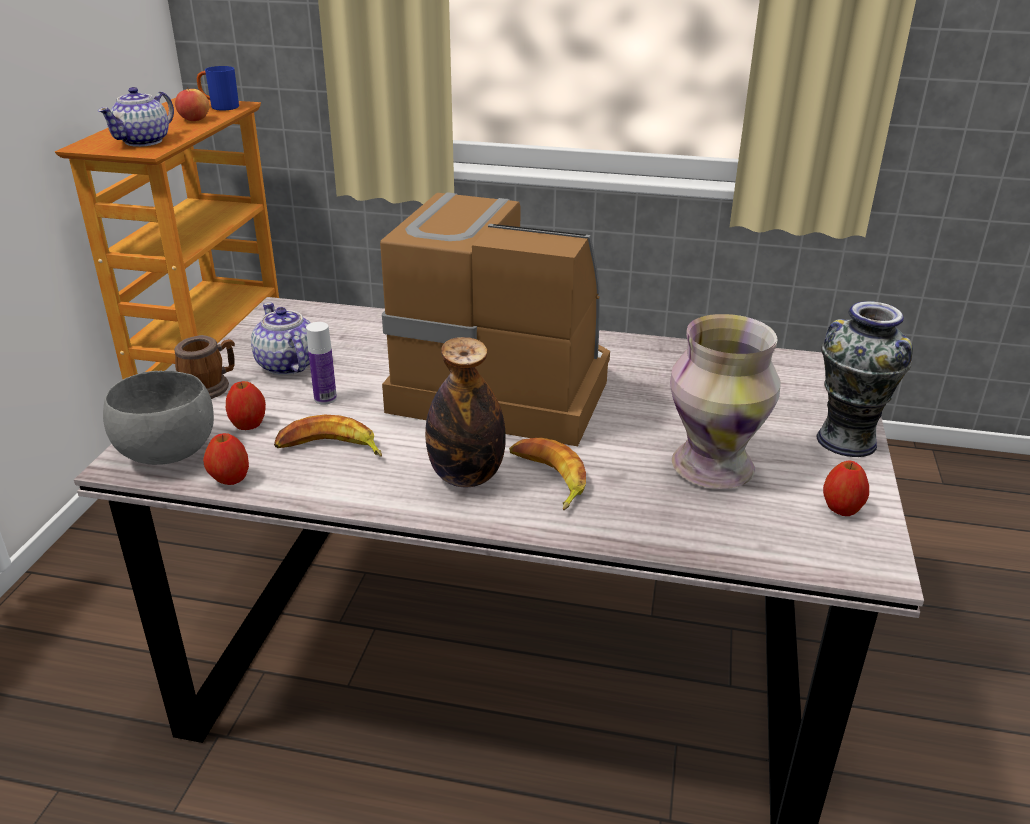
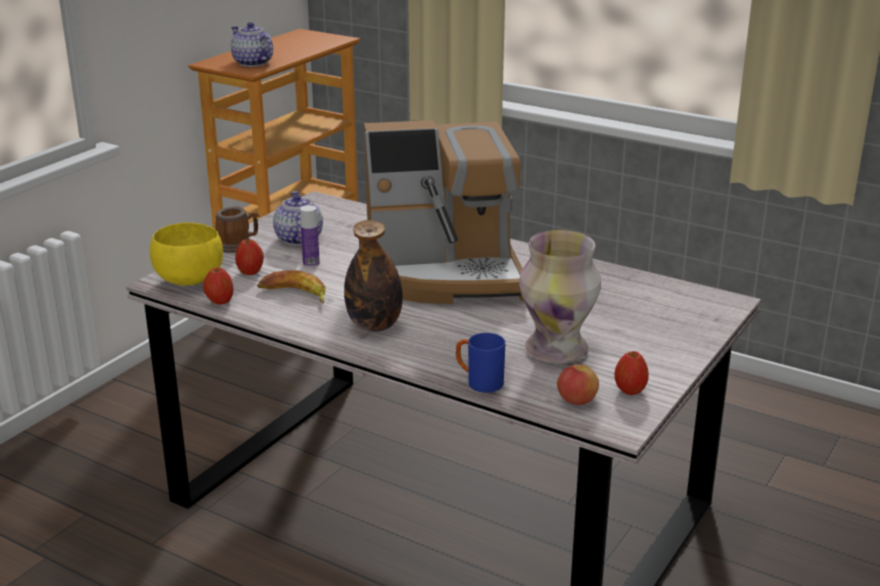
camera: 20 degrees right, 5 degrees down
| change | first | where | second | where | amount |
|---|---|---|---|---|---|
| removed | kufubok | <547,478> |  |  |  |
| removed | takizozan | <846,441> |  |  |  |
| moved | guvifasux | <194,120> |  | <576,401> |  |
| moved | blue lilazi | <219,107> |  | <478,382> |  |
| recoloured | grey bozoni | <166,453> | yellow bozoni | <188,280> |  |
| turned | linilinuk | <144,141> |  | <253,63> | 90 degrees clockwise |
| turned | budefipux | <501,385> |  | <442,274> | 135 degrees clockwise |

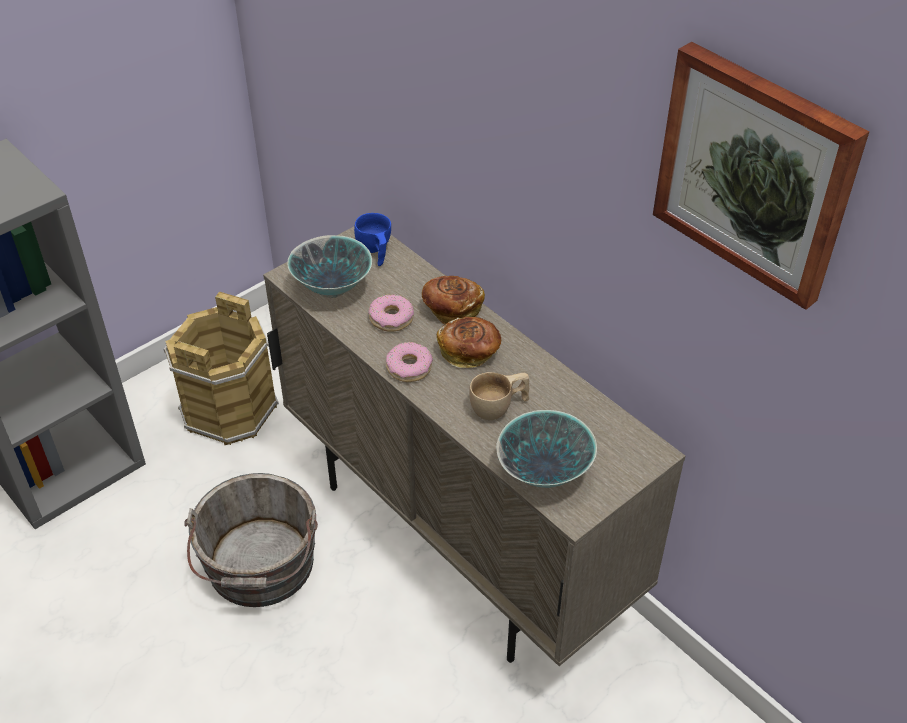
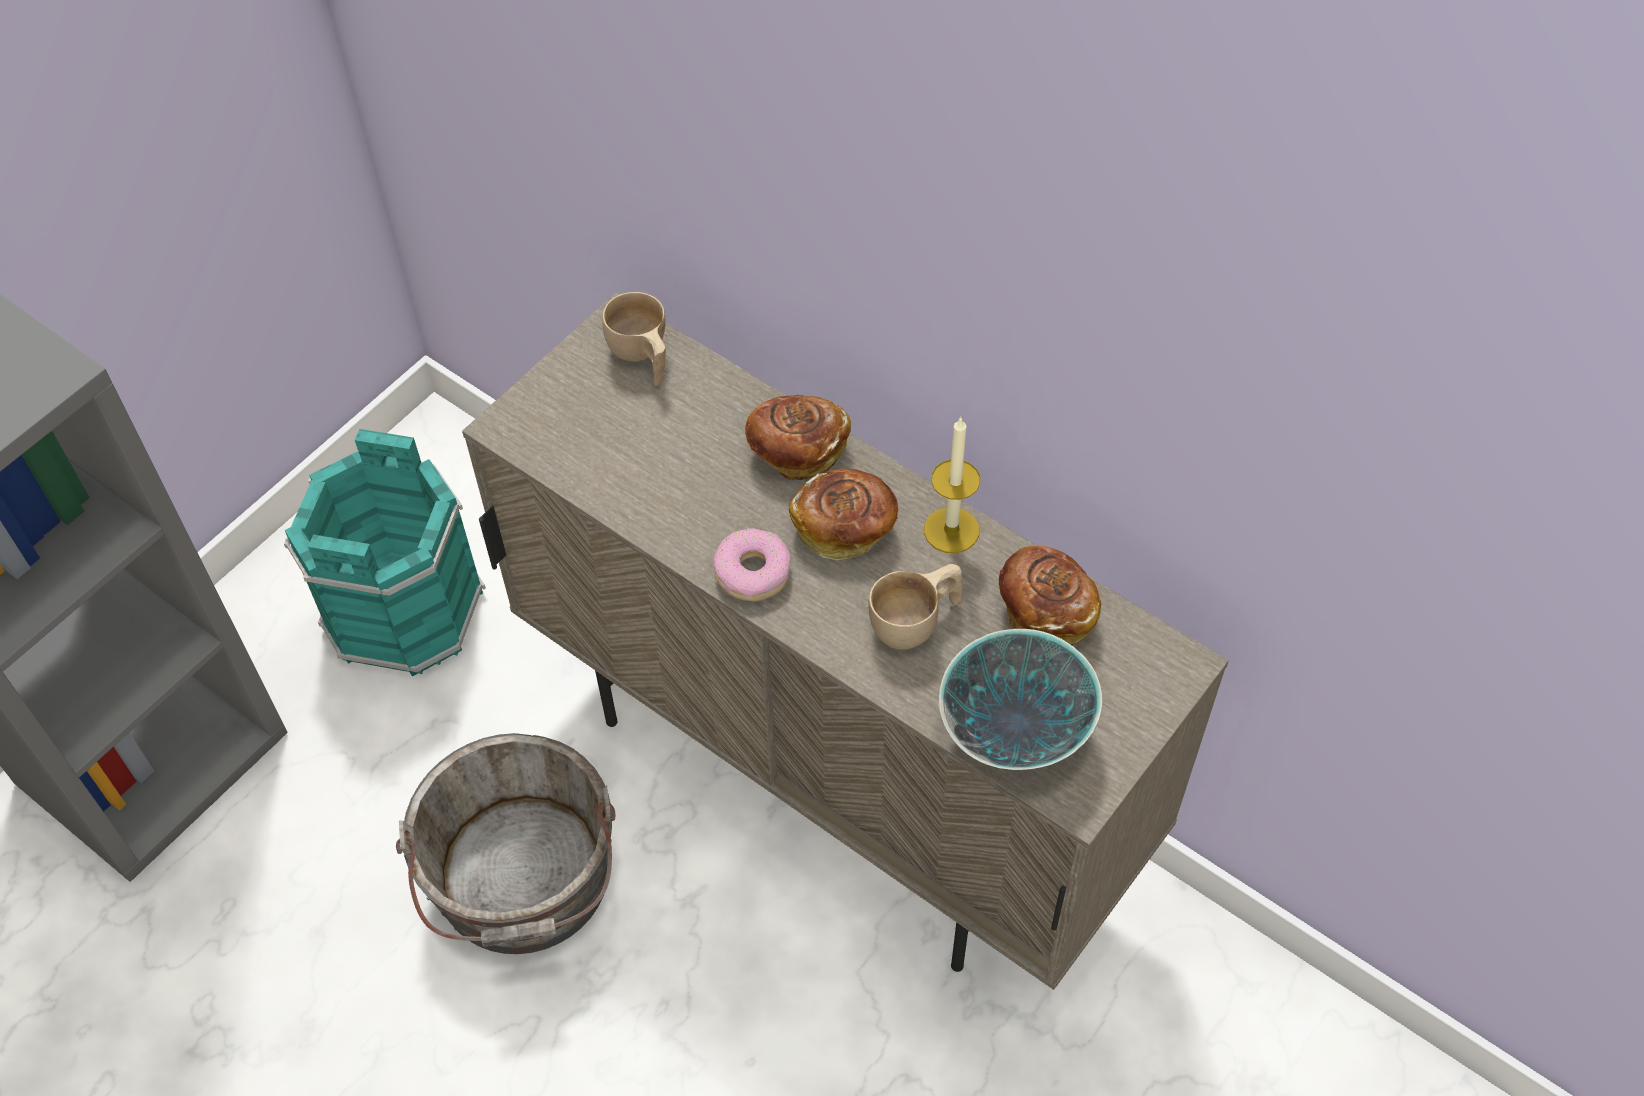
camera: 10 degrees left, 10 degrees up
| change | first | where | second | where | amount |
|---|---|---|---|---|---|
| removed | bozoni | <332,288> |  |  |  |
| removed | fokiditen | <391,318> |  |  |  |
| removed | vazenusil | <755,173> |  |  |  |
| added |  |  | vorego | <951,530> |  |
| added |  |  | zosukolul | <1045,610> |  |
| recoloured | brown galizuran | <228,409> | turquoise galizuran | <402,609> |  |
| recoloured | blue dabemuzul | <375,251> | beige dabemuzul | <642,357> |  |

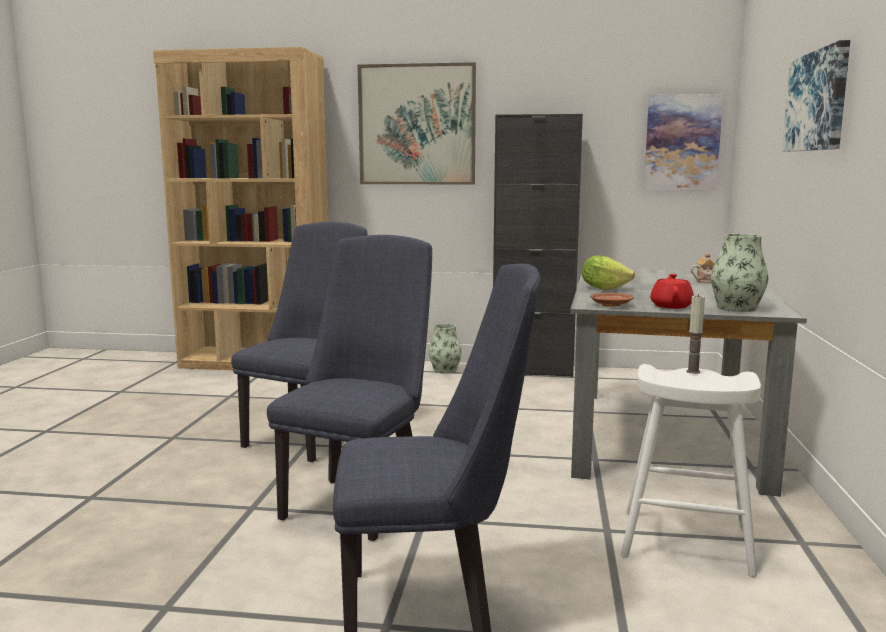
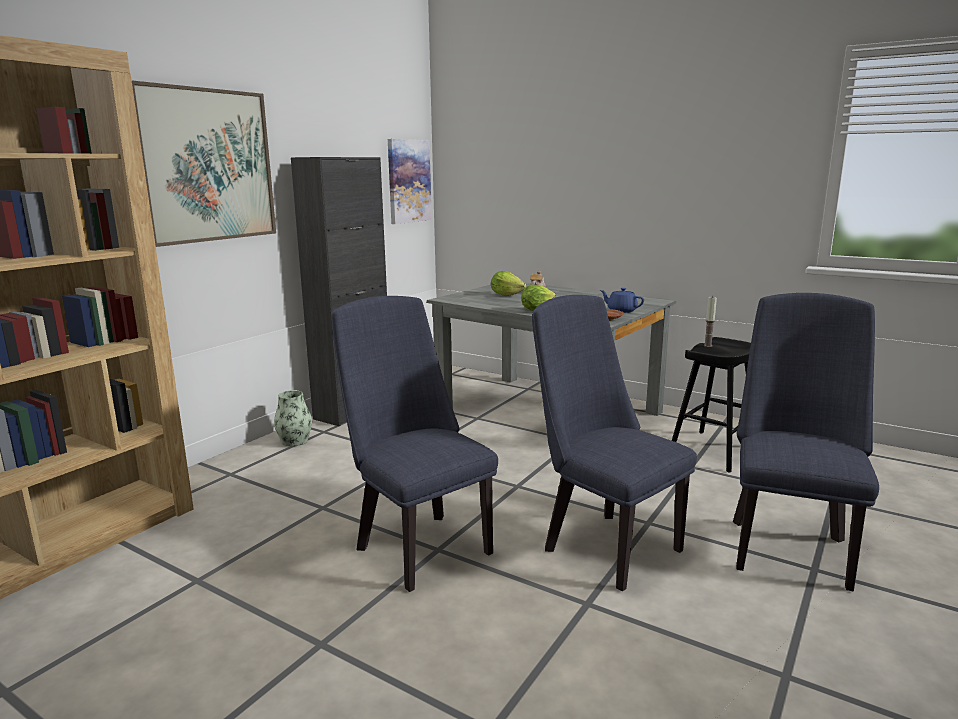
camera: 65 degrees left, 5 degrees up
| change | first | where | second | where | amount |
|---|---|---|---|---|---|
| removed | takizozan | <737,308> |  |  |  |
| removed | vazenusil | <818,101> |  |  |  |
| added |  |  | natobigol | <506,295> |  |
| recoloured | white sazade | <686,542> | black sazade | <714,451> |  |
| recoloured | red linilinuk | <671,306> | blue linilinuk | <621,310> |  |

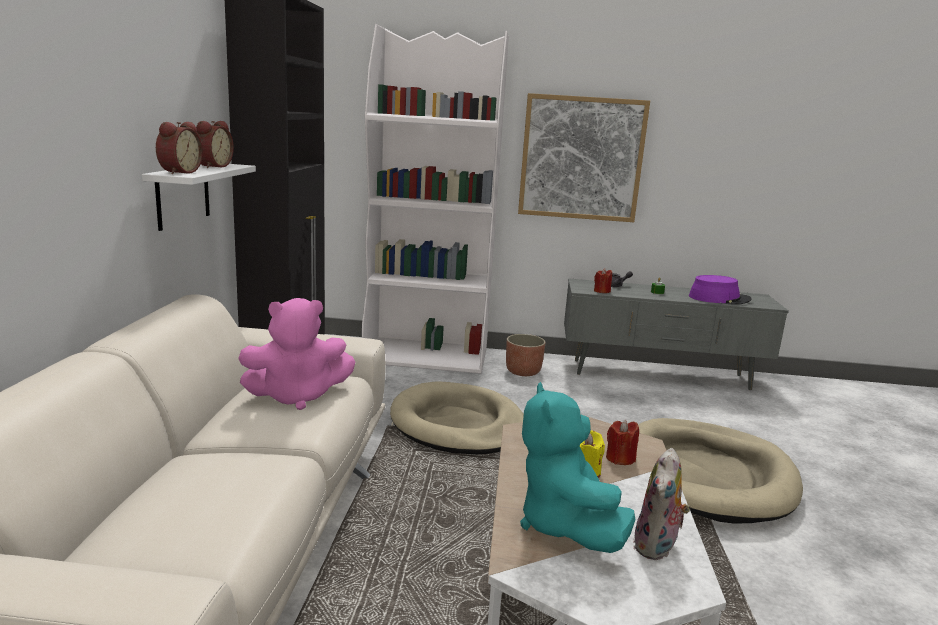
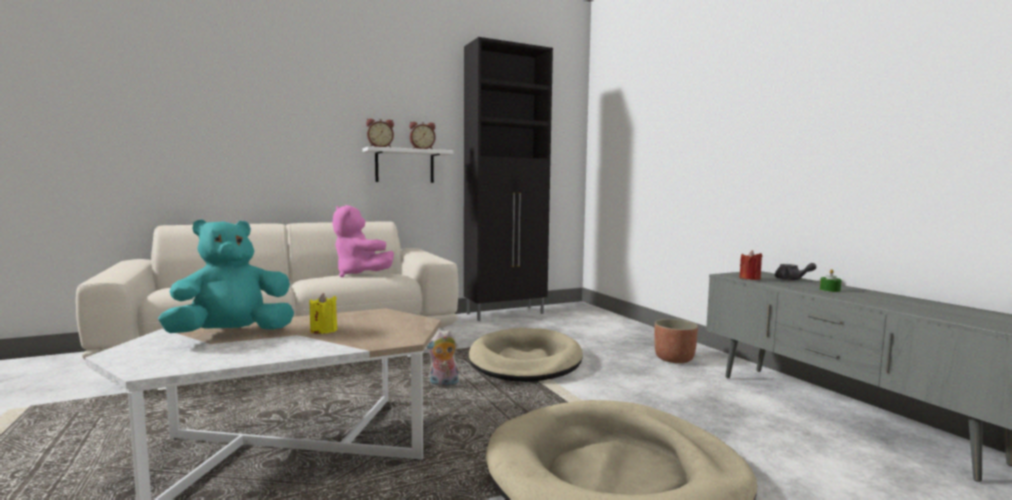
camera: 60 degrees right, 10 degrees down
| change | first | where | second | where | amount |
|---|---|---|---|---|---|
| removed | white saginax | <427,356> |  |  |  |
| removed | vazenusil | <581,158> |  |  |  |
| removed | red vorego | <620,458> |  |  |  |
| removed | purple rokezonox | <719,298> |  |  |  |
| moved | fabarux | <657,547> |  | <443,386> |  |

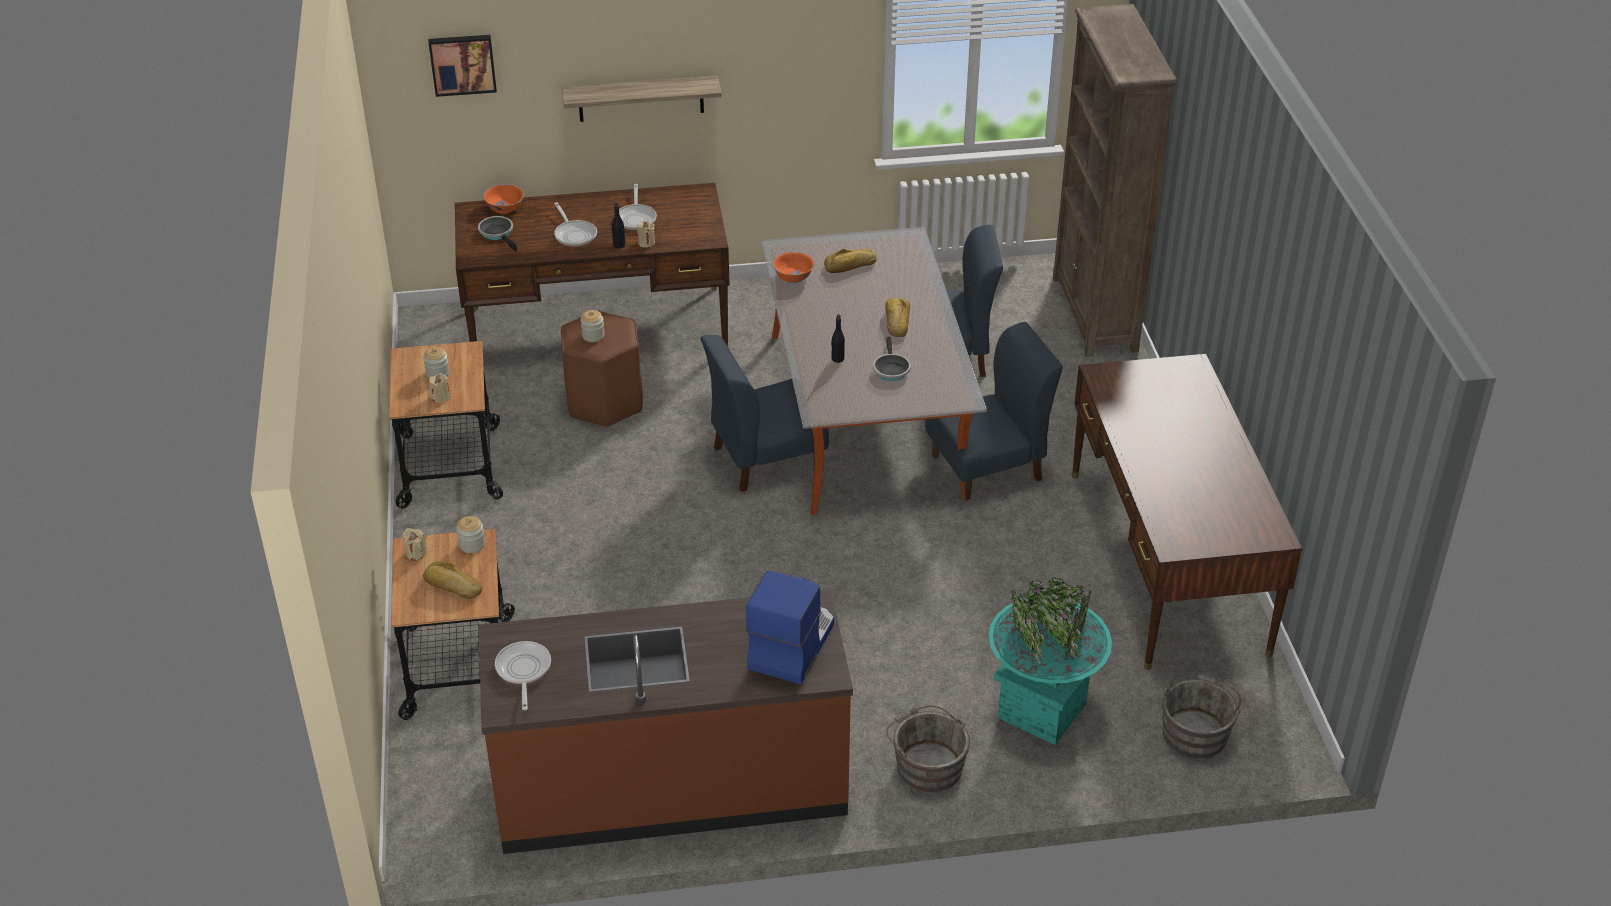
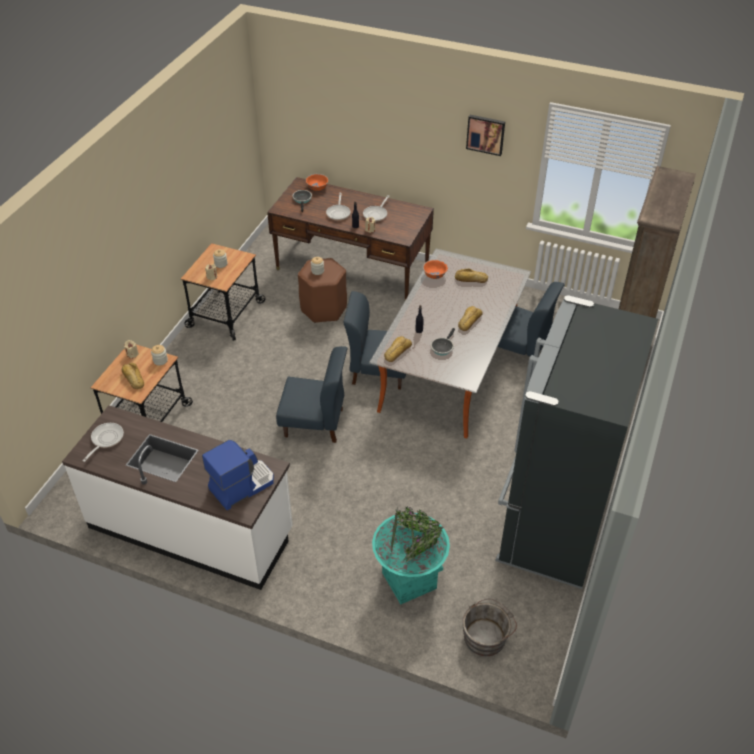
camera: 30 degrees right, 5 degrees up
| change | first | where | second | where | amount |
|---|---|---|---|---|---|
| removed | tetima | <641,98> |  |  |  |
| removed | grey galizuran | <927,764> |  |  |  |
| added |  |  | zosukolul | <397,351> |  |
| moved | vazenusil | <462,64> |  | <486,134> |  |
| moved | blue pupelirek | <988,468> |  | <314,423> |  |
| replaced | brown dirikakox | <1167,560> | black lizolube | <552,523> |  |
| recoloured | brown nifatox | <671,783> | white nifatox | <191,529> |  |

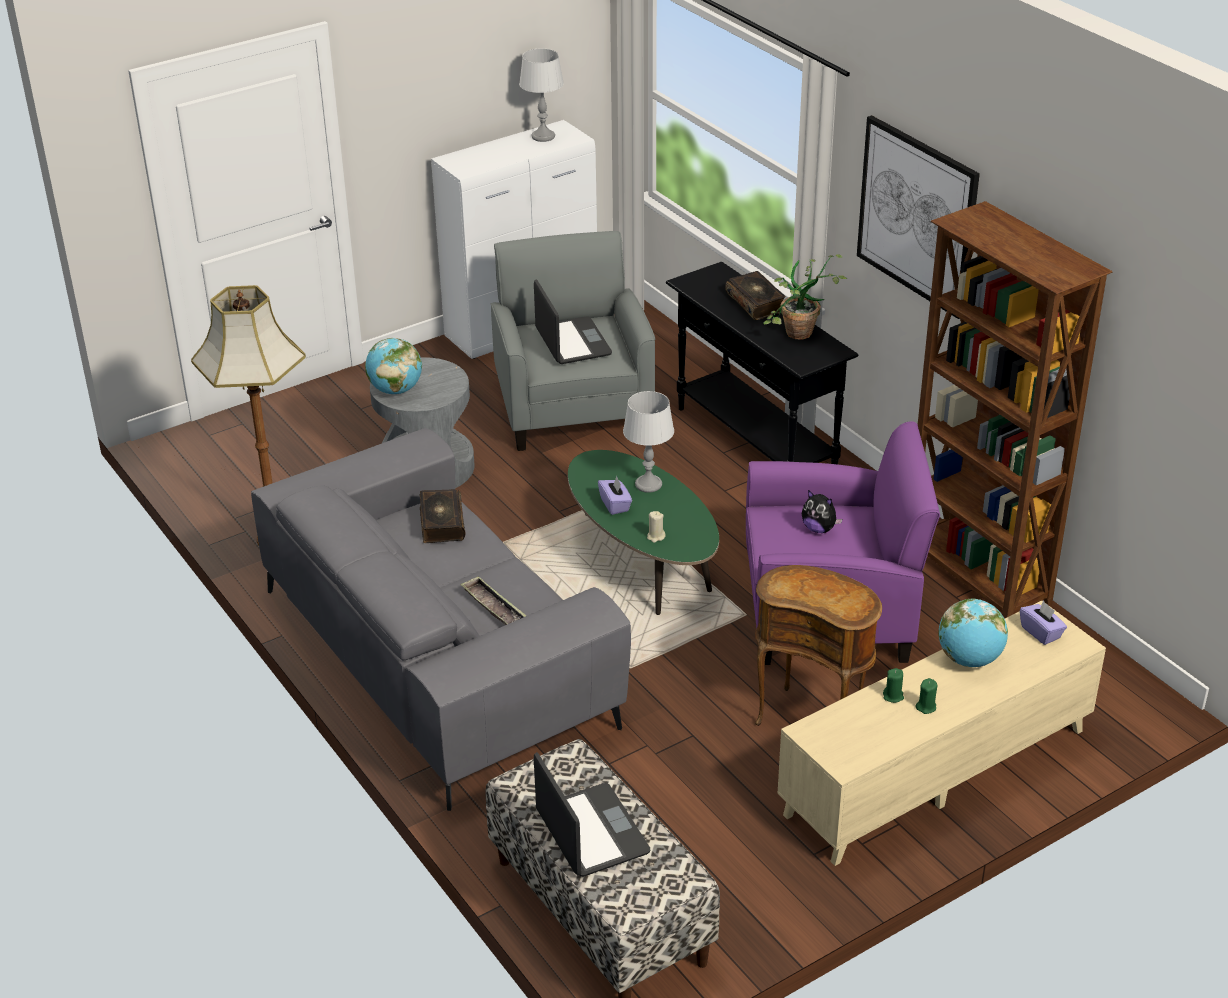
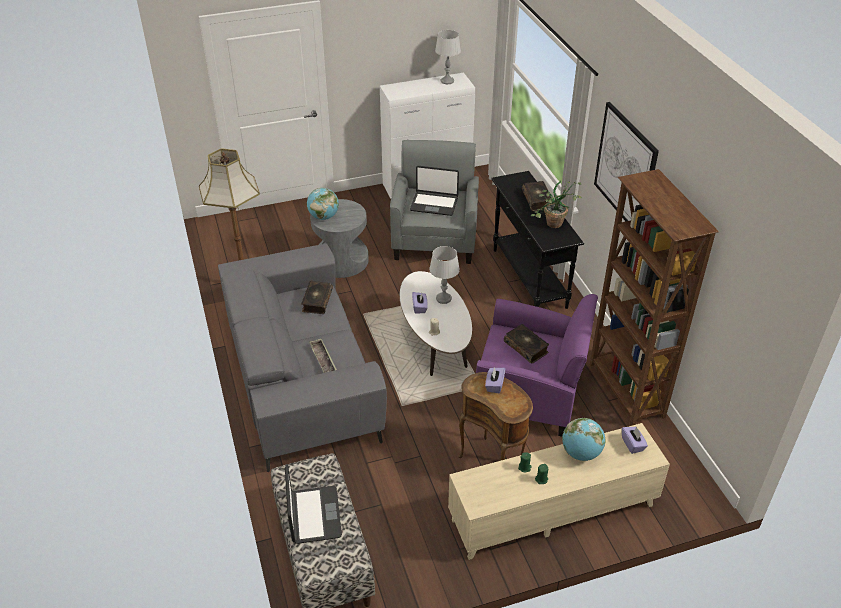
camera: 15 degrees right, 5 degrees up
| change | first | where | second | where | amount |
|---|---|---|---|---|---|
| added |  |  | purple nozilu | <494,385> |  |
| replaced | fabarux | <819,529> | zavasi | <526,347> |  |
| recoloured | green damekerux | <641,564> | white damekerux | <434,342> |  |
| turned | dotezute | <572,342> |  | <434,204> | 105 degrees clockwise |

